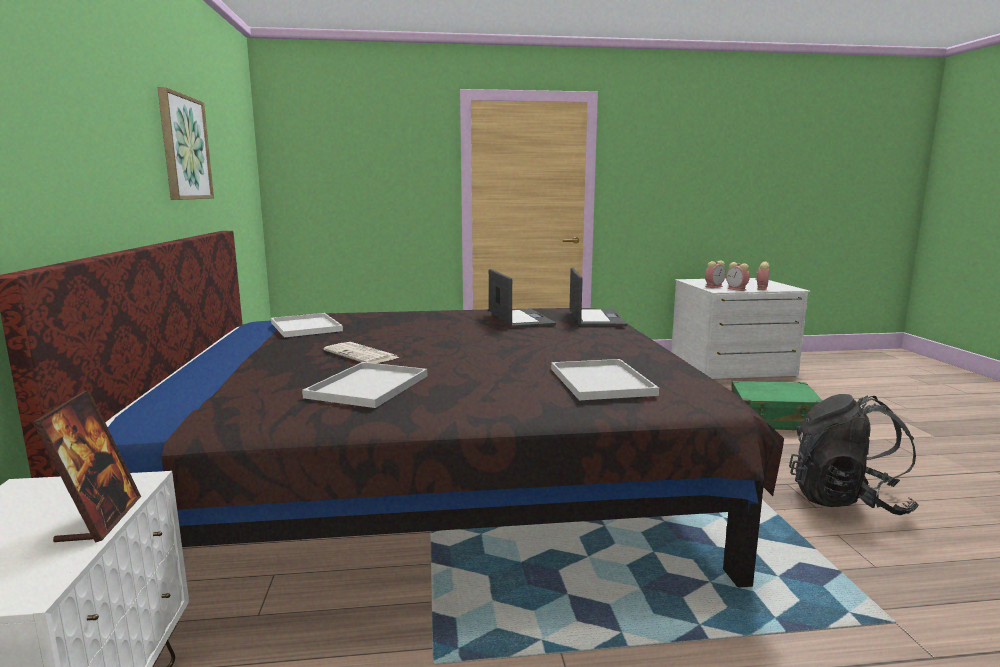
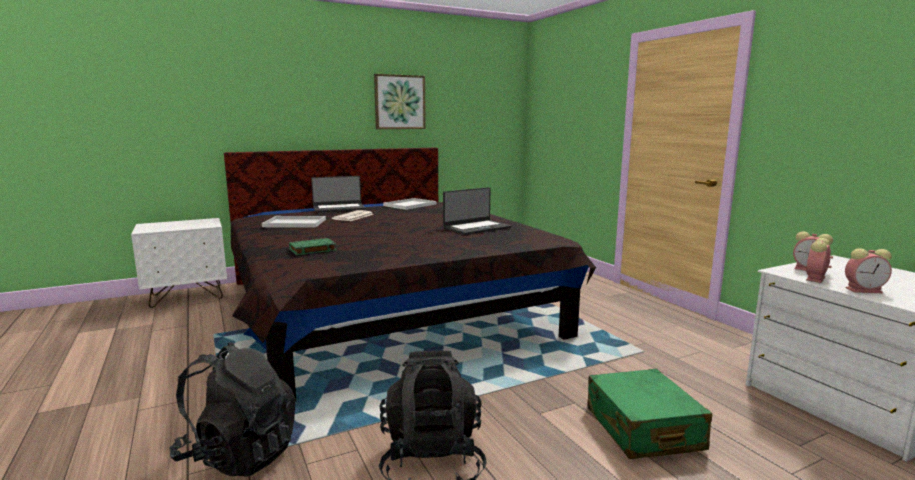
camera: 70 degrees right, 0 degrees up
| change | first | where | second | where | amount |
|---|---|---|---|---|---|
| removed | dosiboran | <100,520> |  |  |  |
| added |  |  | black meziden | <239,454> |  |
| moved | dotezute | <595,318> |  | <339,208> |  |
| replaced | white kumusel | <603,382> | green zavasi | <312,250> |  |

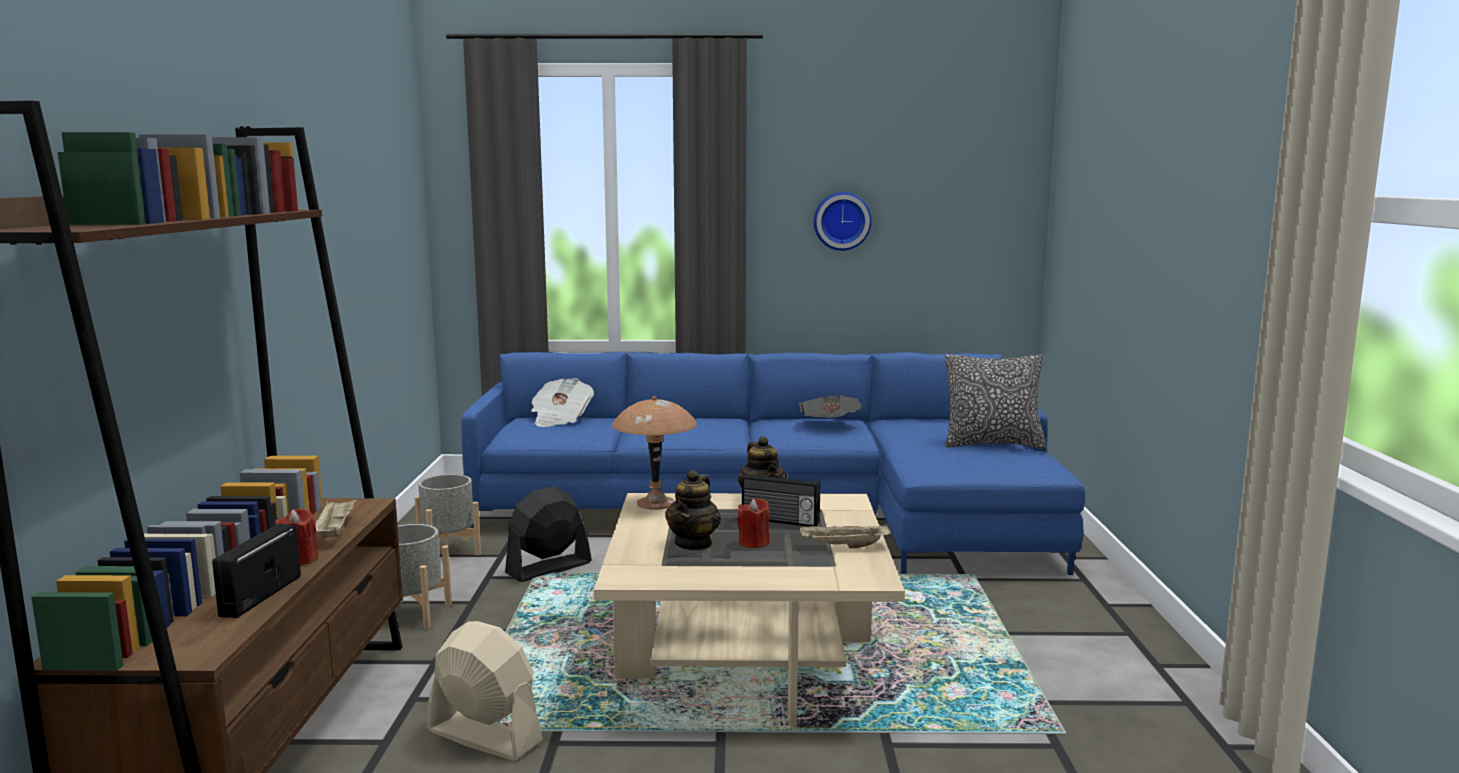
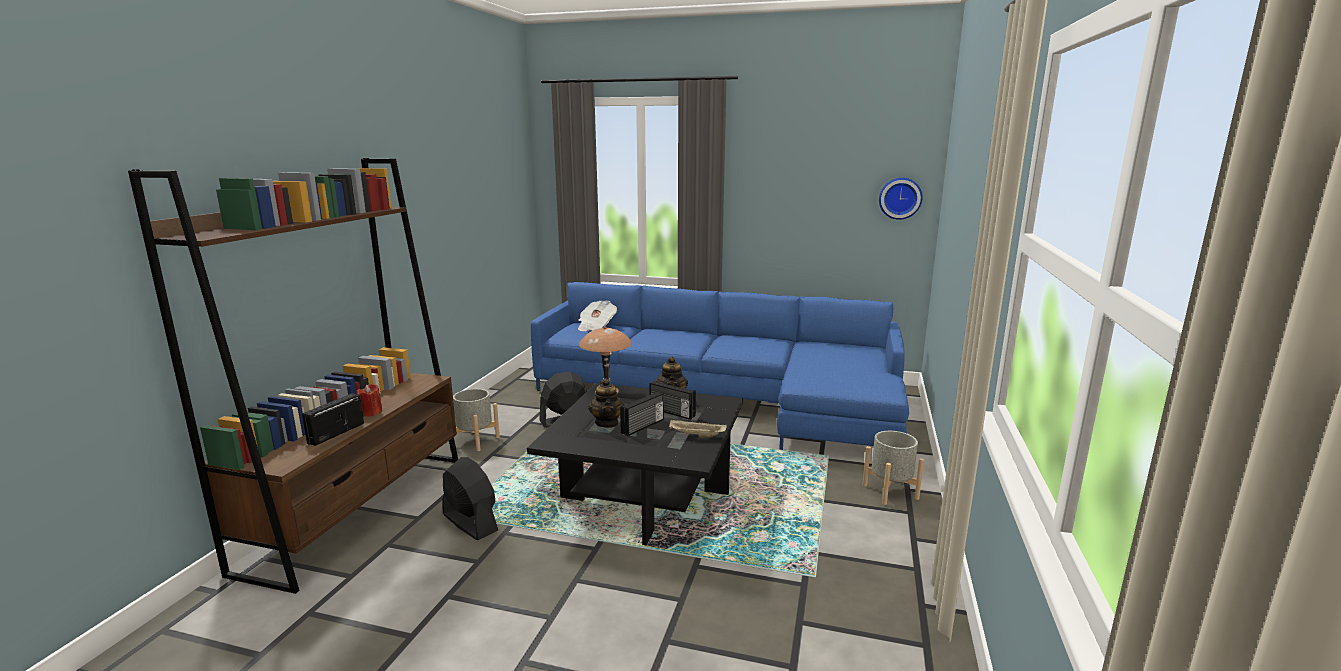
camera: 15 degrees right, 5 degrees up
| change | first | where | second | where | amount |
|---|---|---|---|---|---|
| removed | beige kumusel | <335,531> |  |  |  |
| removed | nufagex | <829,425> |  |  |  |
| removed | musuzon | <992,444> |  |  |  |
| moved | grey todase | <449,551> |  | <890,491> |  |
| moved | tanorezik | <842,221> |  | <900,198> |  |
| replaced | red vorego | <754,543> | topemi | <643,426> |  |
| recoloured | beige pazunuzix | <483,736> | black pazunuzix | <470,522> |  |
| recoloured | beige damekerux | <747,660> | black damekerux | <645,496> |  |
| turned | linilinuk | <694,543> |  | <607,423> | 45 degrees counterclockwise |

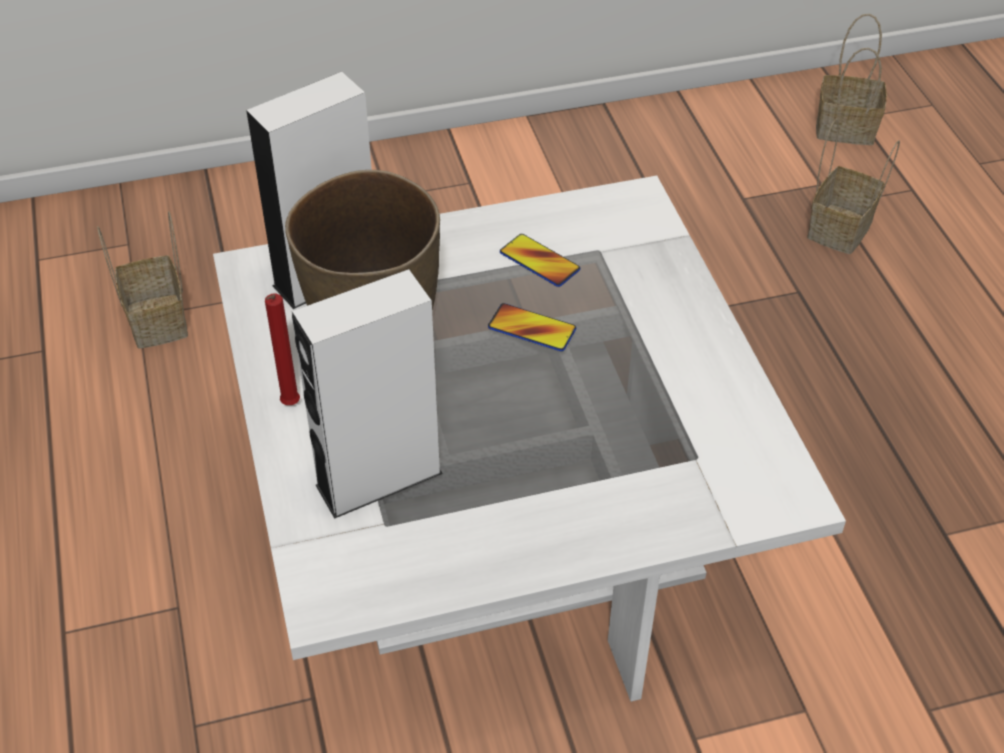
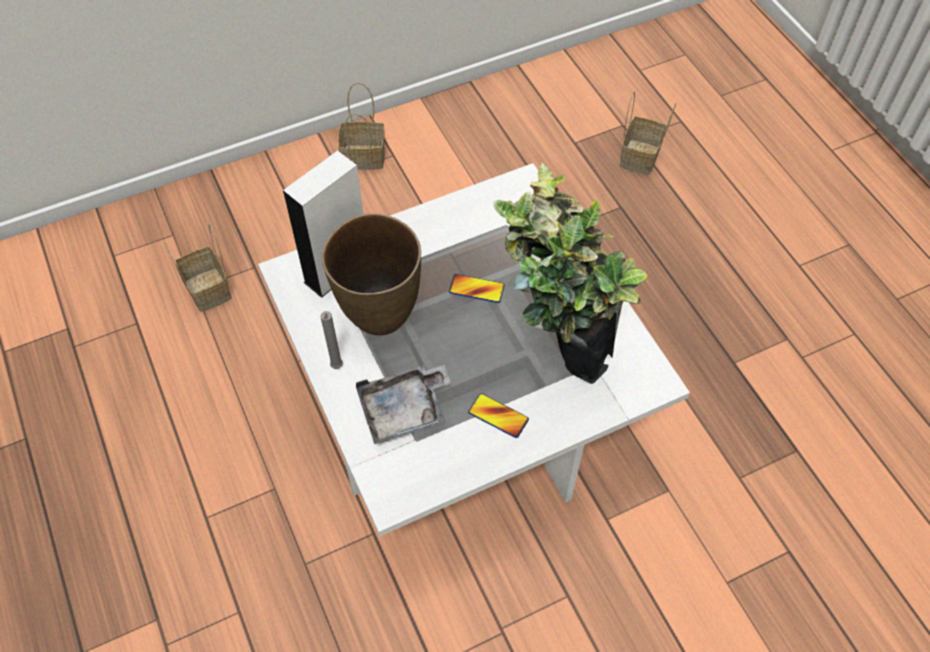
camera: 10 degrees left, 10 degrees up
| change | first | where | second | where | amount |
|---|---|---|---|---|---|
| added |  |  | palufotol | <556,352> |  |
| moved | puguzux | <539,261> |  | <498,416> |  |
| moved | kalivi | <847,128> |  | <365,156> |  |
| replaced | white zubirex | <379,479> | grey kumusel | <405,410> |  |
| recoloured | red vorego | <289,406> | grey vorego | <336,368> |  |

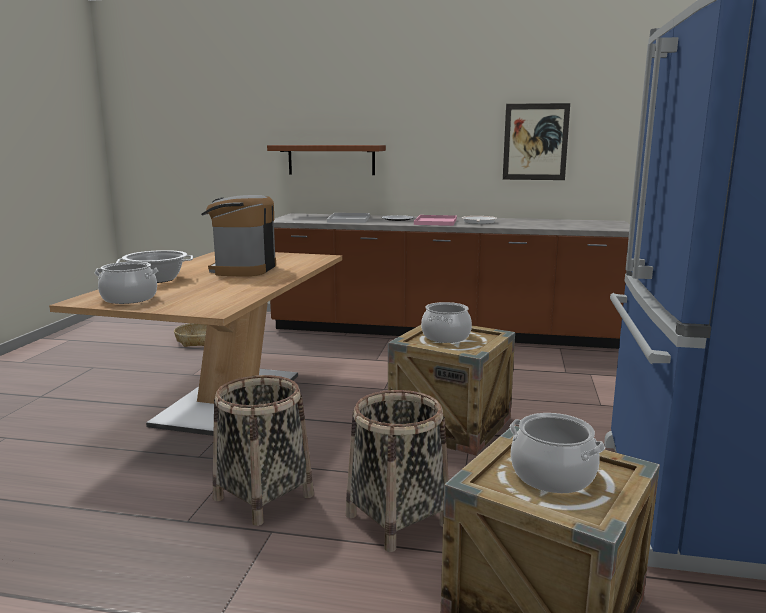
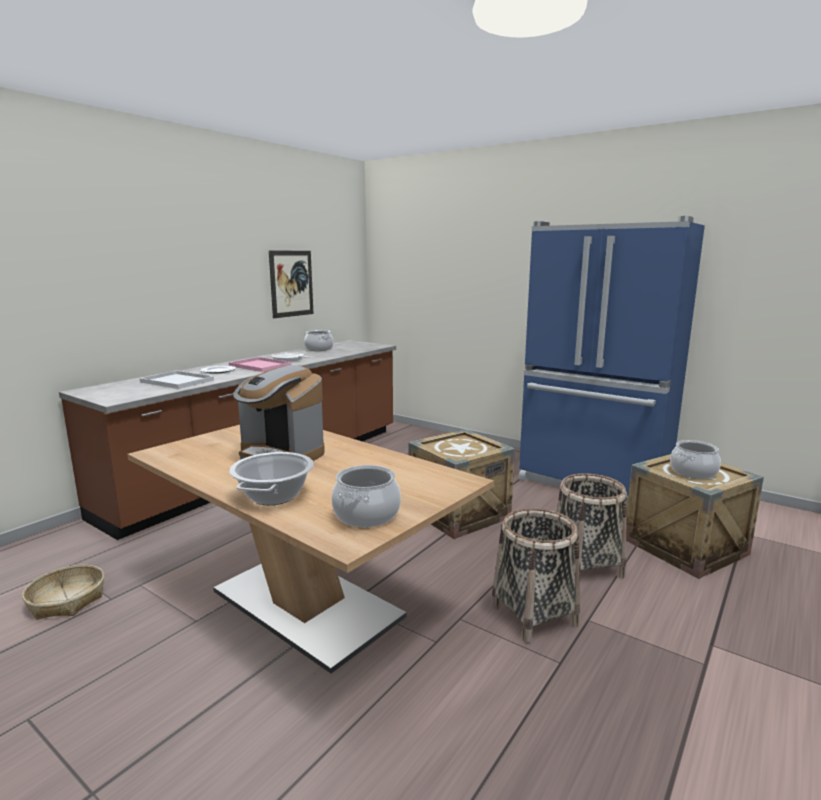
camera: 65 degrees left, 0 degrees up
| change | first | where | second | where | amount |
|---|---|---|---|---|---|
| removed | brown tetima | <331,160> |  |  |  |
| moved | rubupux | <446,337> |  | <319,349> |  |

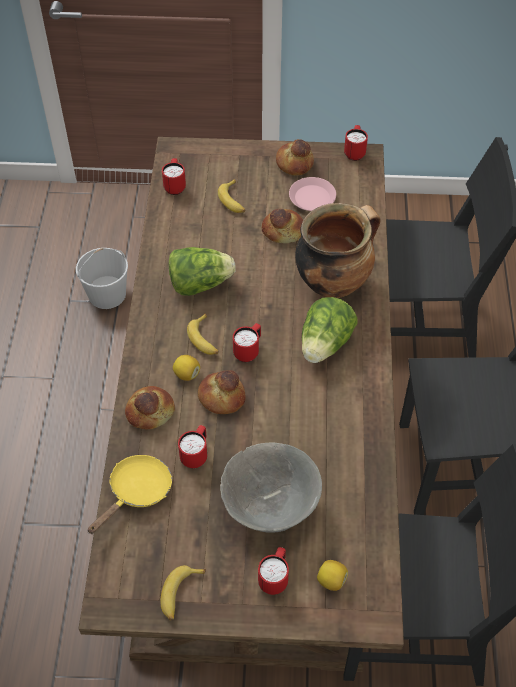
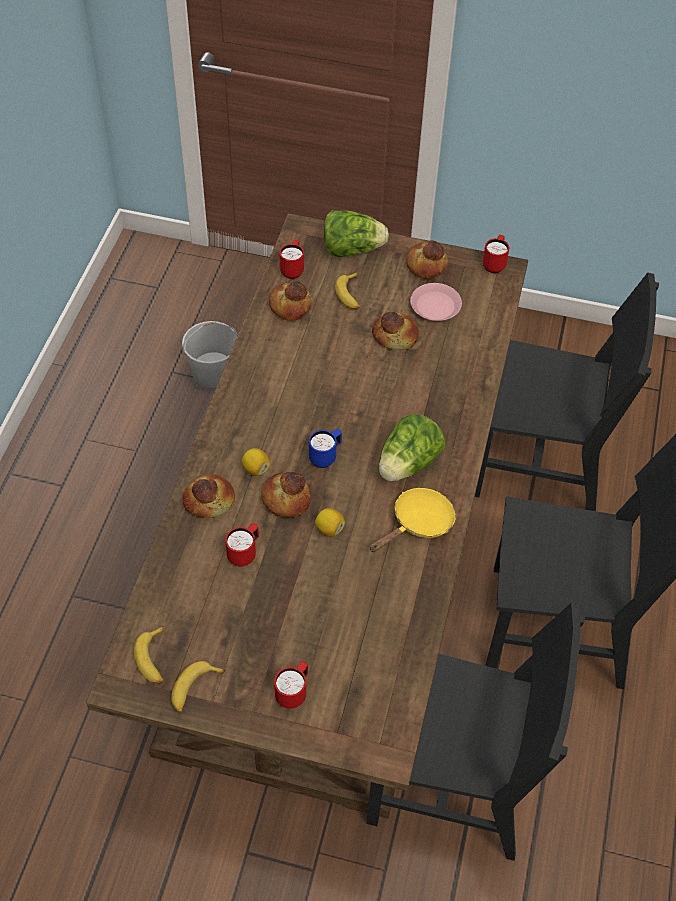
camera: 10 degrees right, 0 degrees up
| change | first | where | second | where | amount |
|---|---|---|---|---|---|
| removed | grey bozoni | <270,507> |  |  |  |
| removed | rubupux | <333,282> |  |  |  |
| added |  |  | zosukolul | <290,306> |  |
| moved | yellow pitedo | <137,492> |  | <418,523> |  |
| moved | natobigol | <200,284> |  | <352,249> |  |
| moved | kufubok | <205,339> |  | <154,659> |  |
| moved | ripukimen | <331,580> |  | <329,529> |  |
| recoloured | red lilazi | <248,351> | blue lilazi | <326,457> |  |

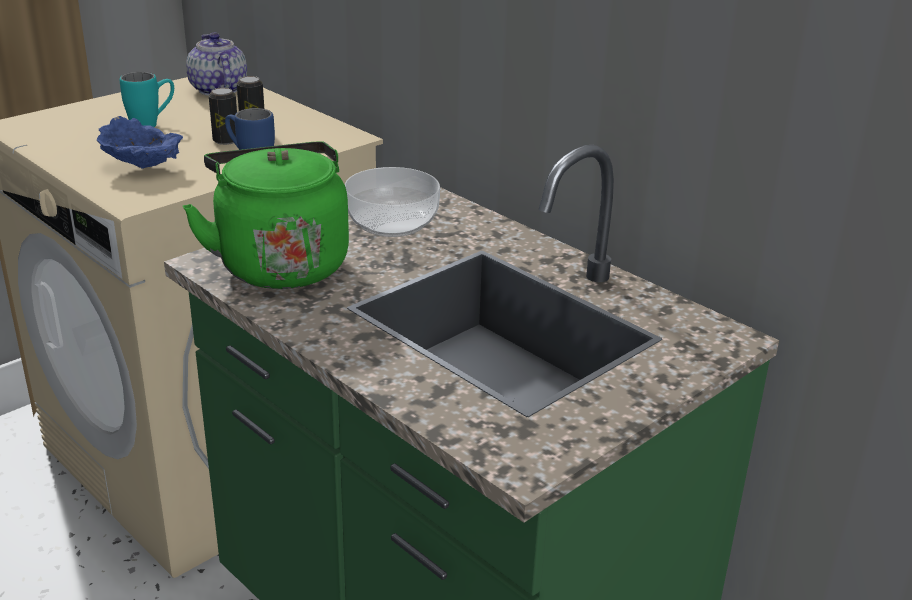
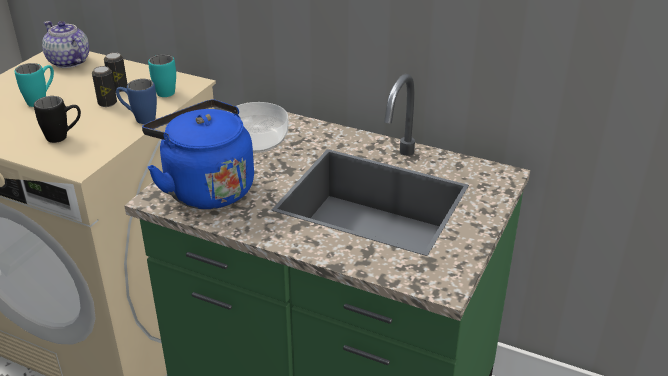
camera: 20 degrees left, 5 degrees up
| change | first | where | second | where | amount |
|---|---|---|---|---|---|
| added |  |  | turquoise lilazi | <165,90> |  |
| replaced | blue bozoni | <143,167> | black lilazi | <64,137> |  |
| recoloured | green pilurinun | <280,263> | blue pilurinun | <205,188> |  |

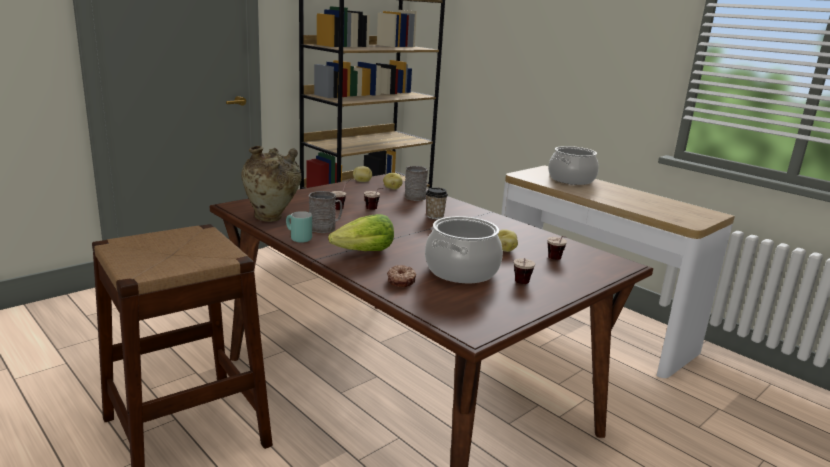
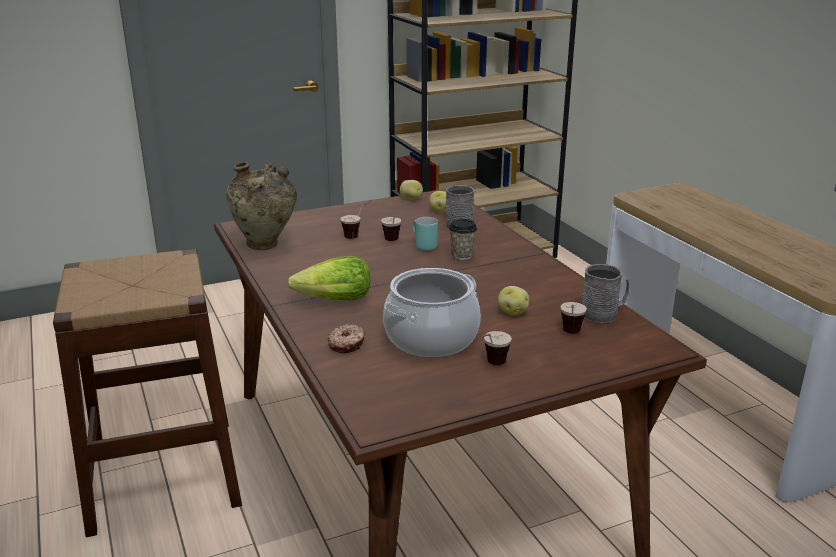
camera: 20 degrees right, 5 degrees up
| change | first | where | second | where | amount |
|---|---|---|---|---|---|
| removed | rubupux | <571,180> |  |  |  |
| moved | turquoise lilazi | <296,238> |  | <422,246> |  |
| moved | grey lilazi | <325,228> |  | <604,314> |  |

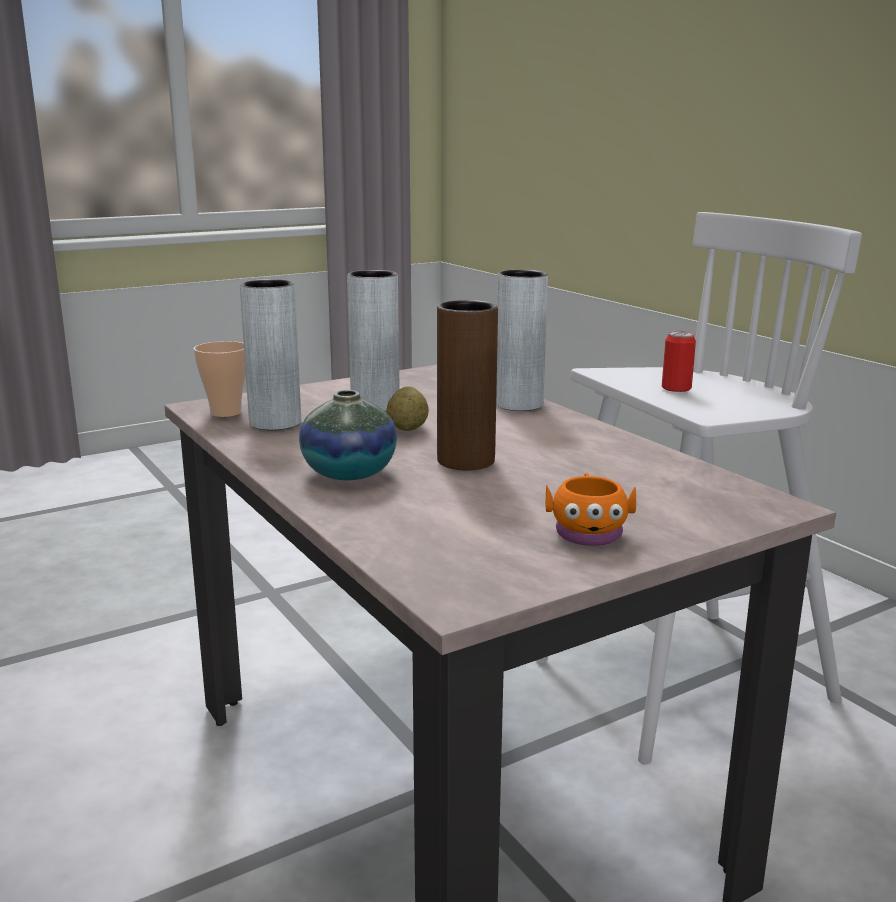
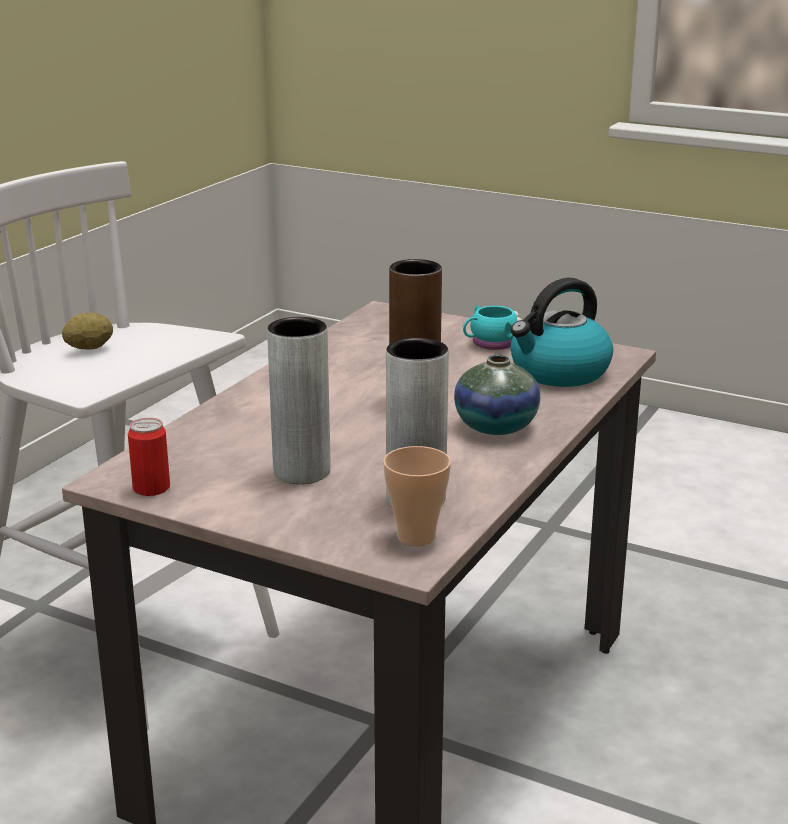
camera: 120 degrees left, 5 degrees up
| change | first | where | second | where | amount |
|---|---|---|---|---|---|
| removed | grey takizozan | <518,404> |  |  |  |
| added |  |  | pilurinun | <558,372> |  |
| moved | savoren | <407,428> |  | <89,348> |  |
| moved | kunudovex | <676,388> |  | <151,488> |  |
| recoloured | orange lilazi | <588,531> | turquoise lilazi | <490,344> |  |

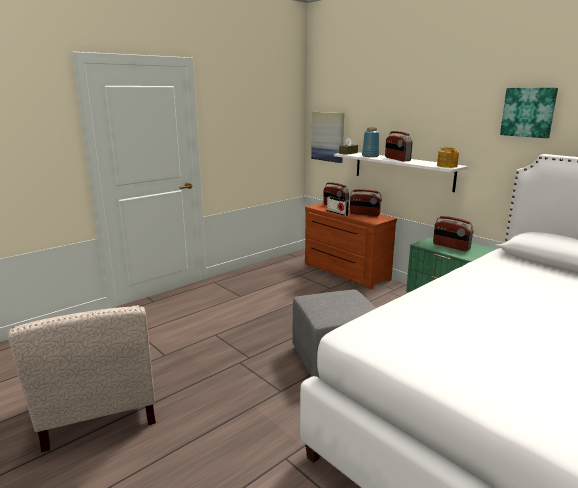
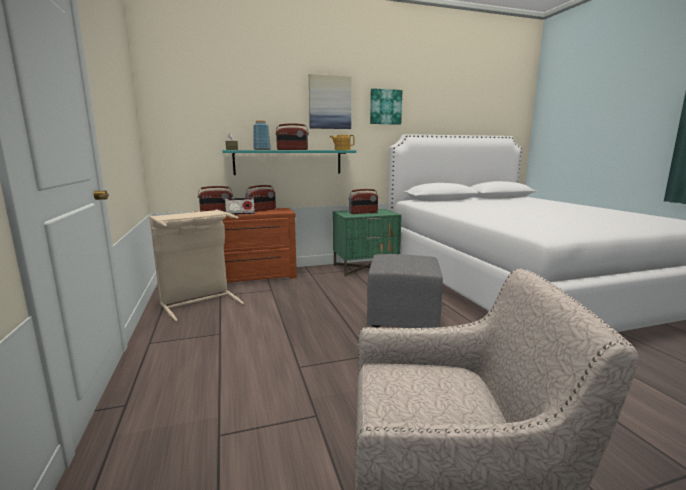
camera: 65 degrees left, 5 degrees down
| change | first | where | second | where | amount |
|---|---|---|---|---|---|
| added |  |  | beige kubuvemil | <199,302> |  |
| moved | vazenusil | <328,136> |  | <329,102> |  |
| recoloured | white tetima | <402,170> | turquoise tetima | <288,162> |  |

